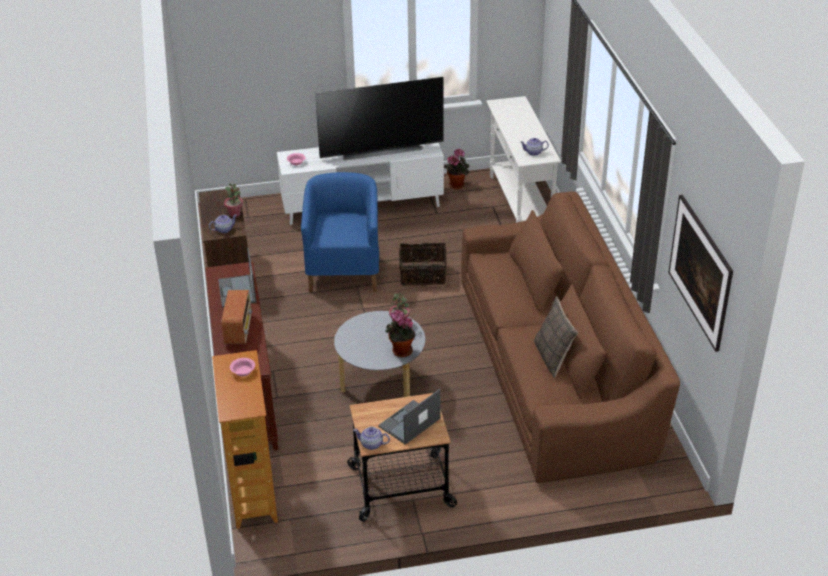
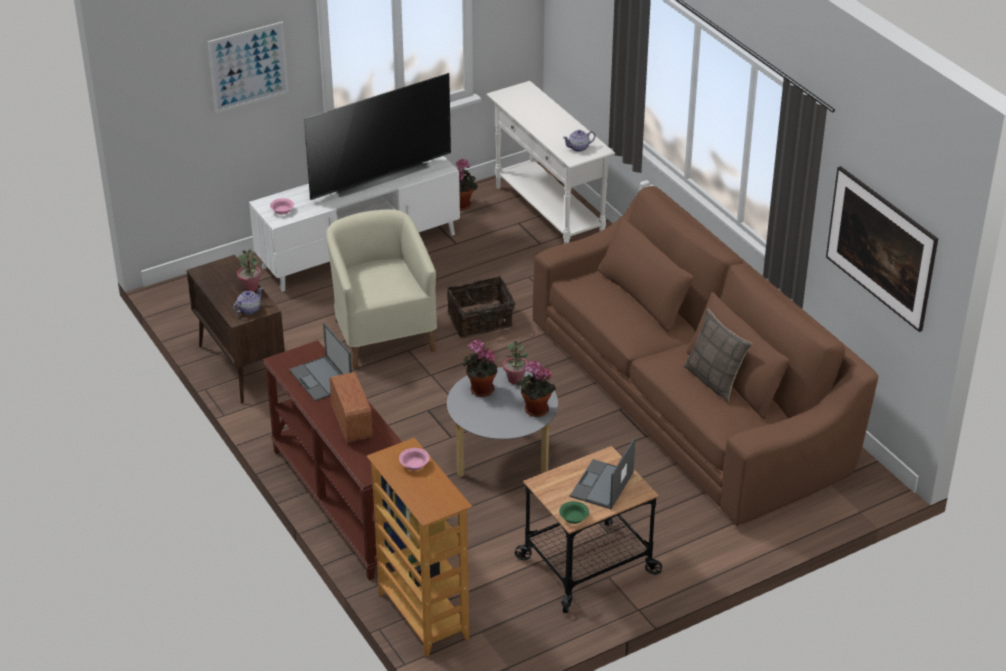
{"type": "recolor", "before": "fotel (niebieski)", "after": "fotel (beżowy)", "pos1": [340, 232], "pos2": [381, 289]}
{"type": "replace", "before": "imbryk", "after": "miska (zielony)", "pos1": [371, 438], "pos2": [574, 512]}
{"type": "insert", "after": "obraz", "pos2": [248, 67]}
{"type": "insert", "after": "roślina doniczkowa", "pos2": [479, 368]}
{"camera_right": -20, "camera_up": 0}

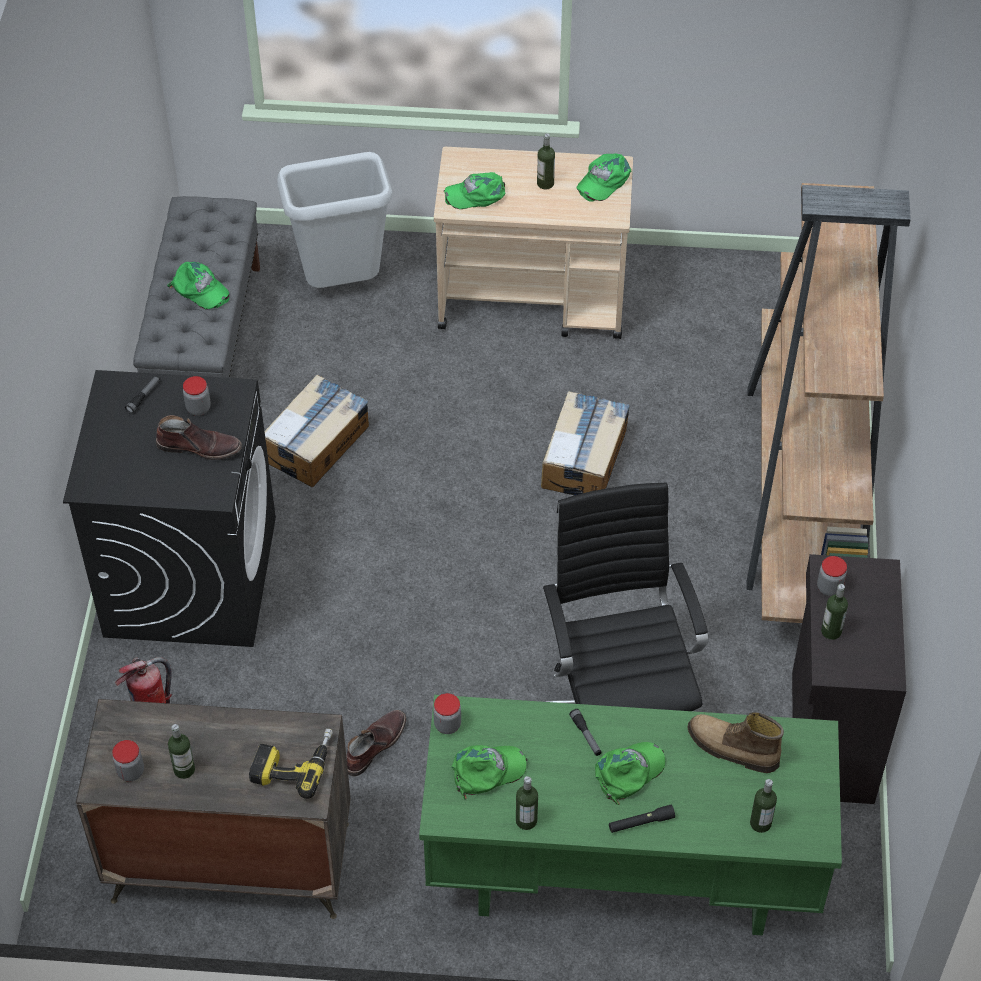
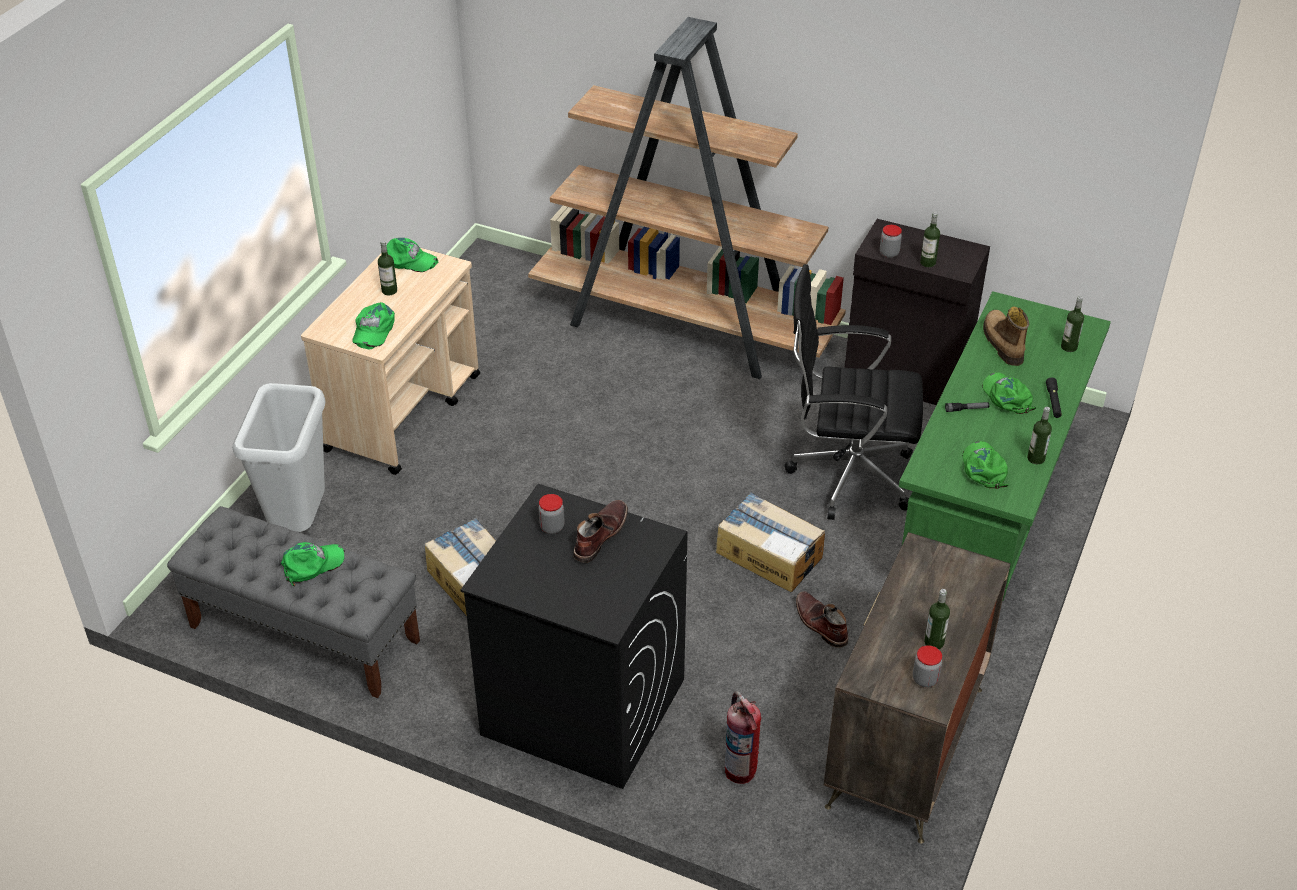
{"type": "rotate", "before": "czapka z daszkiem (zielony)", "pos1": [604, 178], "pos2": [412, 255], "turn": -45}
{"type": "delete", "before": "latarka", "pos1": [142, 395]}
{"type": "move", "before": "karton", "pos1": [585, 443], "pos2": [770, 542]}
{"type": "delete", "before": "słoik", "pos1": [447, 713]}
{"type": "rotate", "before": "but z cholewką", "pos1": [735, 742], "pos2": [1006, 336], "turn": 120}
{"type": "delete", "before": "wiertarka", "pos1": [291, 764]}
{"camera_right": -70, "camera_up": -10}

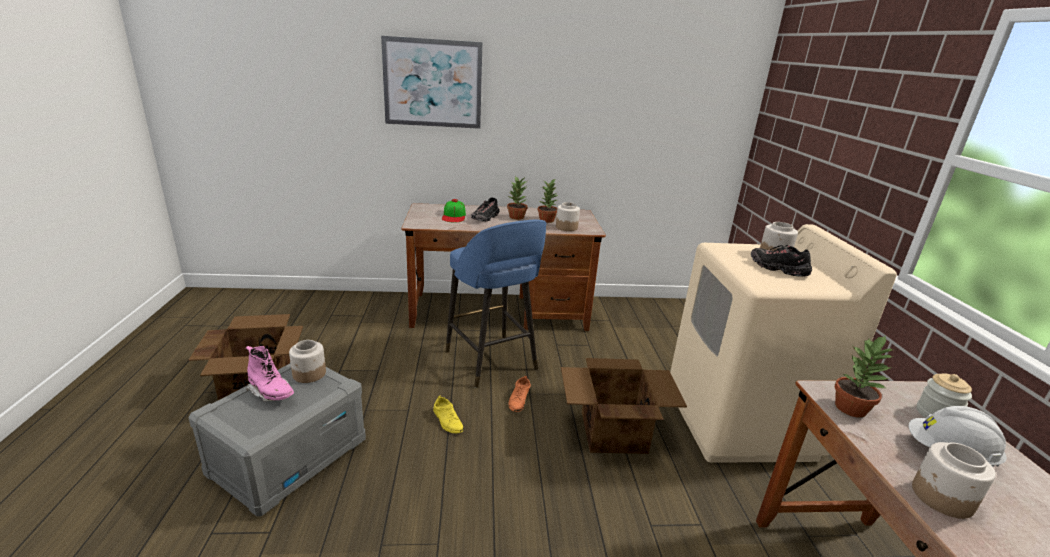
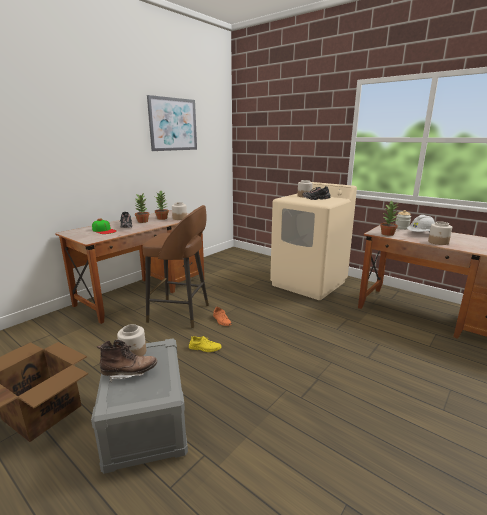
{"type": "move", "before": "obraz", "pos1": [431, 82], "pos2": [172, 123]}
{"type": "recolor", "before": "stołek (niebieski)", "after": "stołek (brązowy)", "pos1": [496, 304], "pos2": [176, 266]}
{"type": "recolor", "before": "but z cholewką (różowy)", "after": "but z cholewką (brązowy)", "pos1": [270, 373], "pos2": [127, 360]}
{"type": "delete", "before": "karton", "pos1": [624, 406]}
{"camera_right": -45, "camera_up": -5}

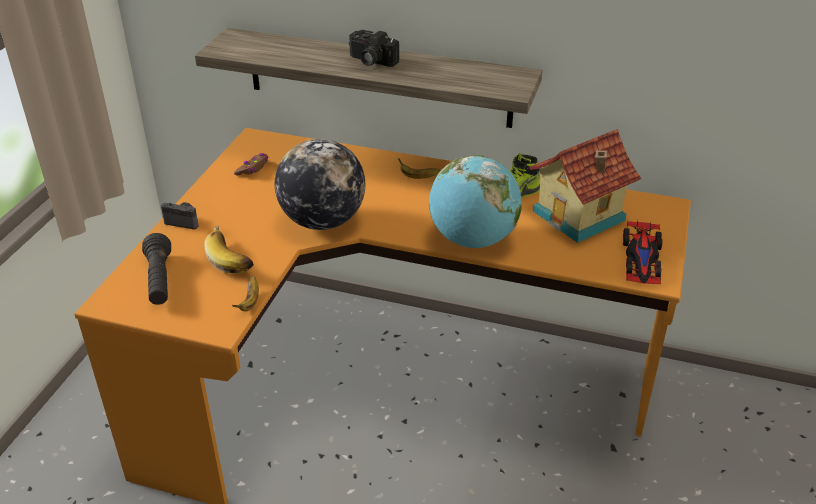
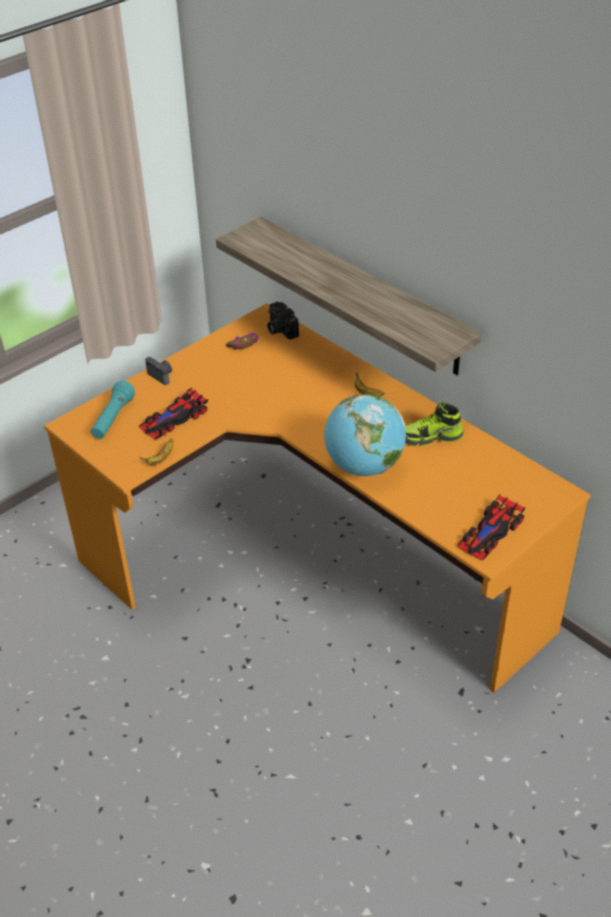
{"type": "move", "before": "aparat fotograficzny", "pos1": [373, 48], "pos2": [283, 321]}
{"type": "delete", "before": "domek", "pos1": [585, 186]}
{"type": "delete", "before": "globus", "pos1": [320, 184]}
{"type": "replace", "before": "banan", "after": "samochodzik", "pos1": [229, 249], "pos2": [173, 413]}
{"type": "recolor", "before": "latarka (czarny)", "after": "latarka (turkusowy)", "pos1": [156, 269], "pos2": [113, 410]}
{"camera_right": 30, "camera_up": 5}

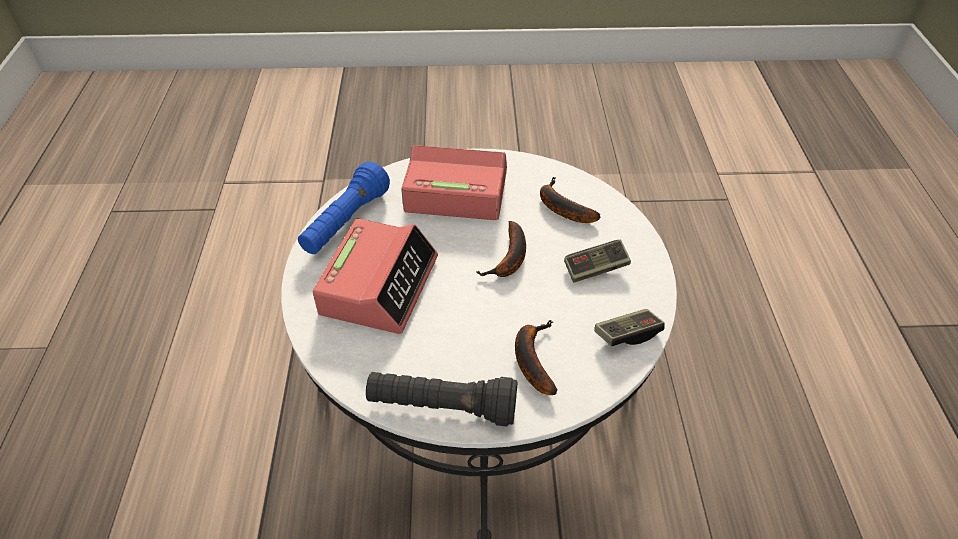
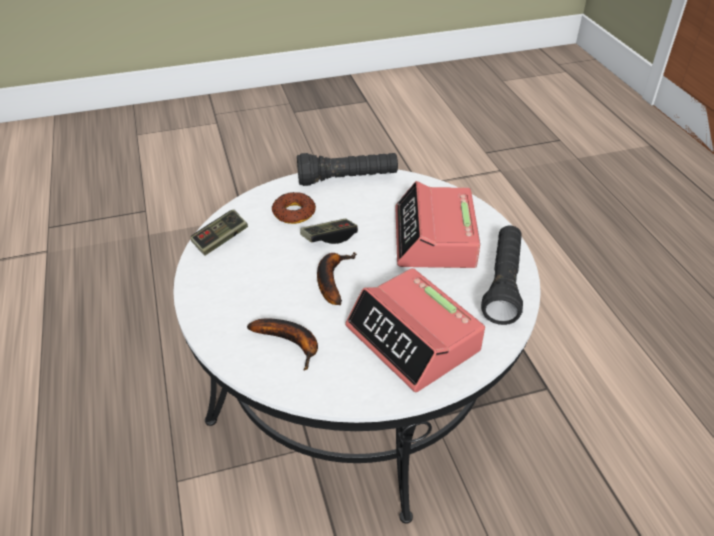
{"type": "rotate", "before": "budzik", "pos1": [454, 182], "pos2": [415, 330], "turn": 60}
{"type": "recolor", "before": "latarka (niebieski)", "after": "latarka (czarny)", "pos1": [344, 208], "pos2": [502, 275]}
{"type": "move", "before": "pad do gier", "pos1": [597, 261], "pos2": [329, 231]}
{"type": "replace", "before": "banan", "after": "donut", "pos1": [536, 357], "pos2": [294, 208]}
{"camera_right": 165, "camera_up": -5}

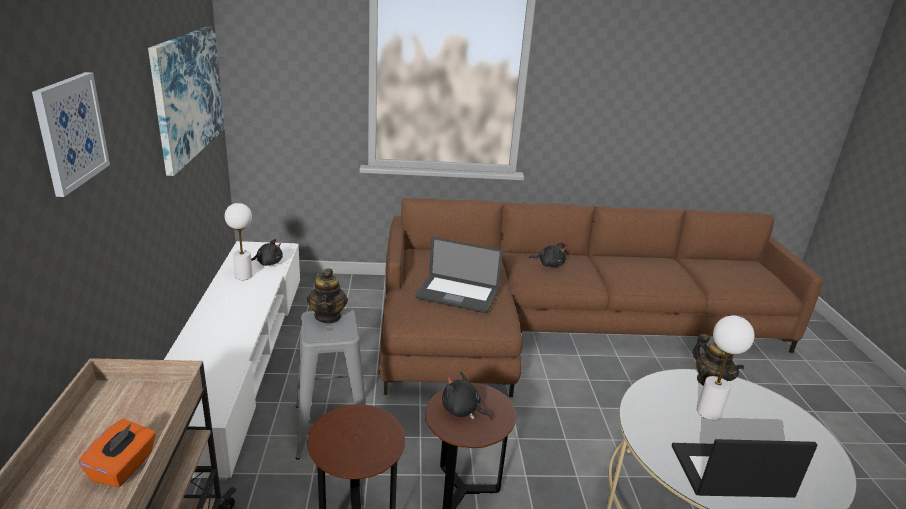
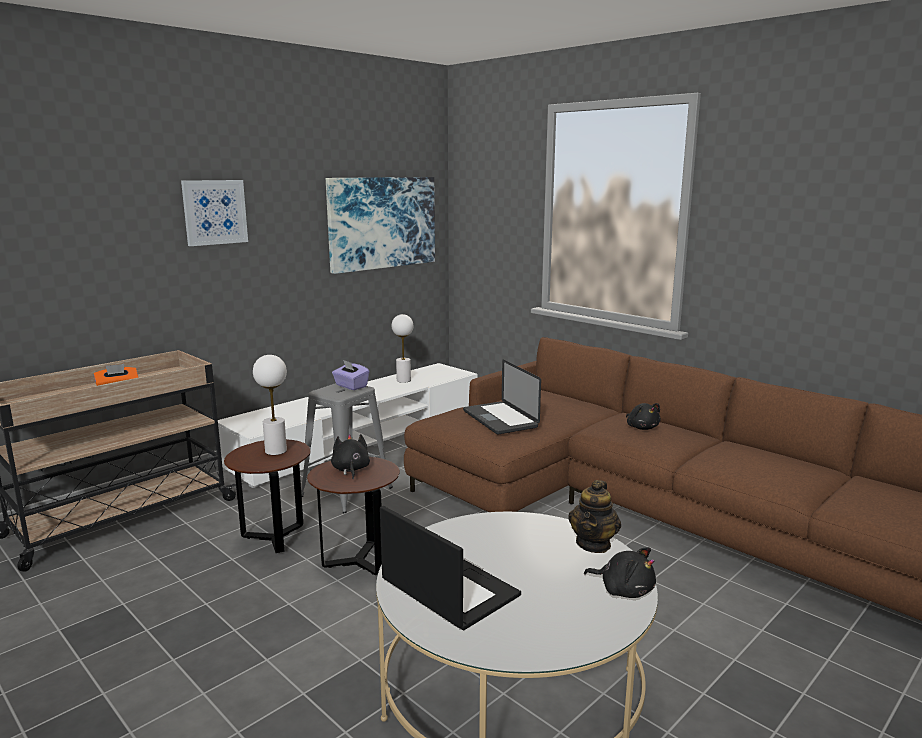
{"type": "move", "before": "pluszak (czarny)", "pos1": [267, 252], "pos2": [620, 572]}
{"type": "replace", "before": "imbryk", "after": "pudełko chusteczek (fioletowy)", "pos1": [327, 295], "pos2": [351, 375]}
{"type": "move", "before": "lampa stołowa (biały)", "pos1": [726, 368], "pos2": [270, 405]}
{"camera_right": 50, "camera_up": -10}

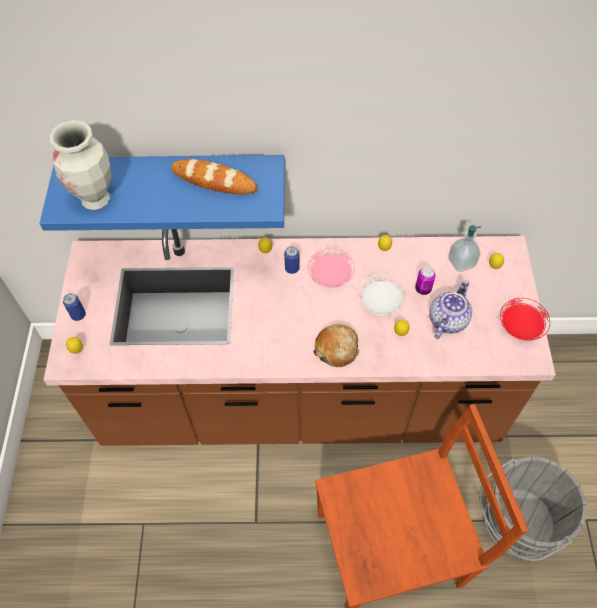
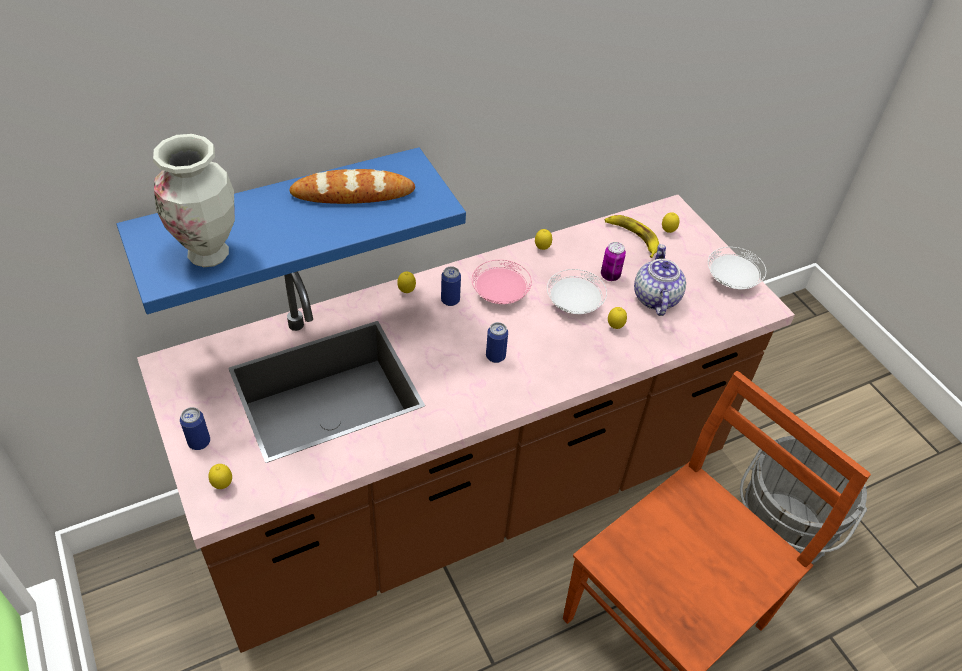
{"type": "replace", "before": "dozownik mydła", "after": "banan", "pos1": [464, 248], "pos2": [632, 236]}
{"type": "recolor", "before": "talerz (czerwony)", "after": "talerz (biały)", "pos1": [525, 319], "pos2": [737, 268]}
{"type": "delete", "before": "chleb", "pos1": [336, 345]}
{"type": "insert", "after": "puszka", "pos2": [497, 342]}
{"camera_right": -30, "camera_up": -10}

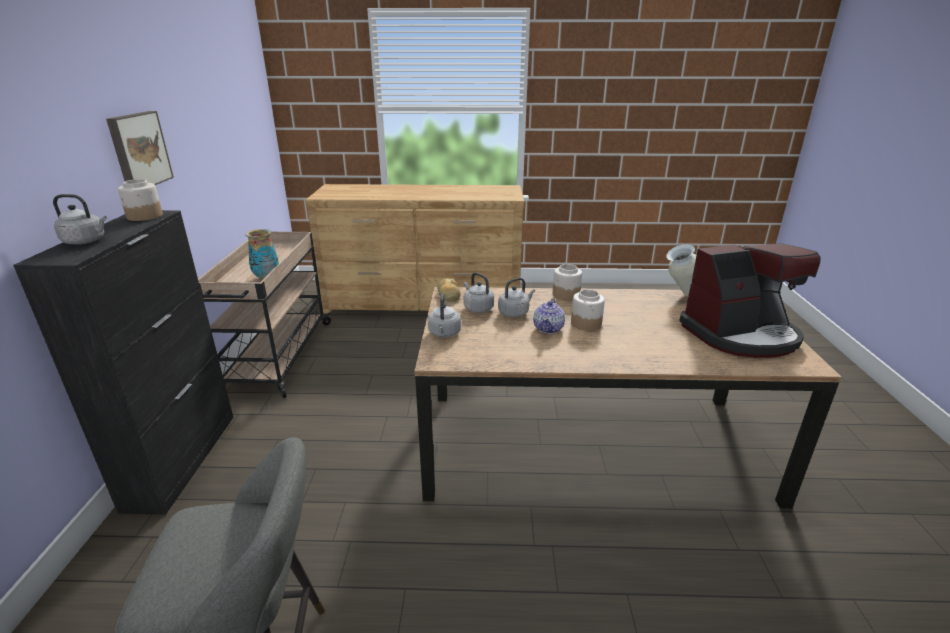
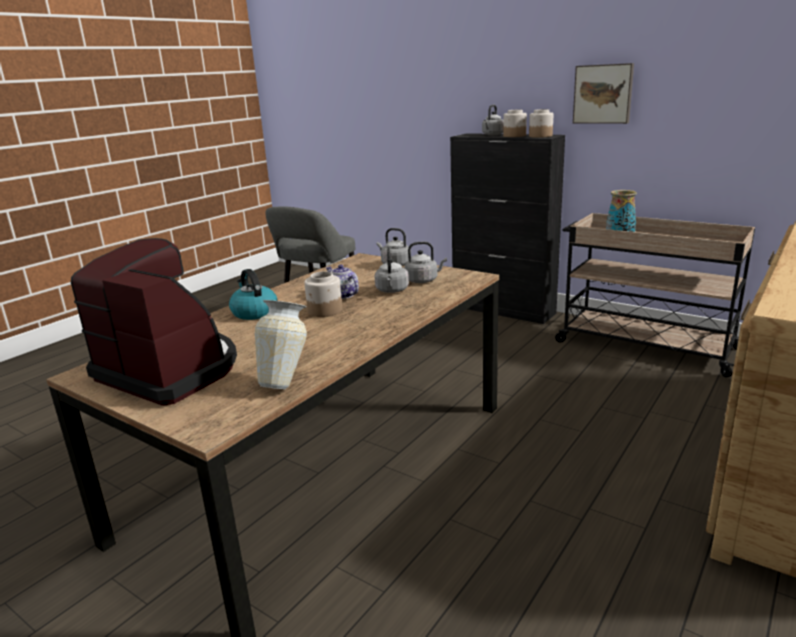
{"type": "rotate", "before": "ekspres do kawy", "pos1": [750, 301], "pos2": [154, 322], "turn": 105}
{"type": "move", "before": "słoik", "pos1": [567, 282], "pos2": [515, 123]}
{"type": "delete", "before": "chleb", "pos1": [449, 289]}
{"type": "insert", "after": "czajnik", "pos2": [253, 294]}
{"camera_right": 125, "camera_up": -5}

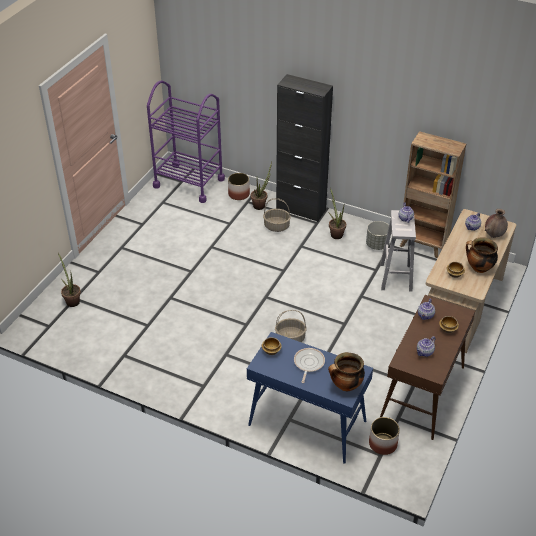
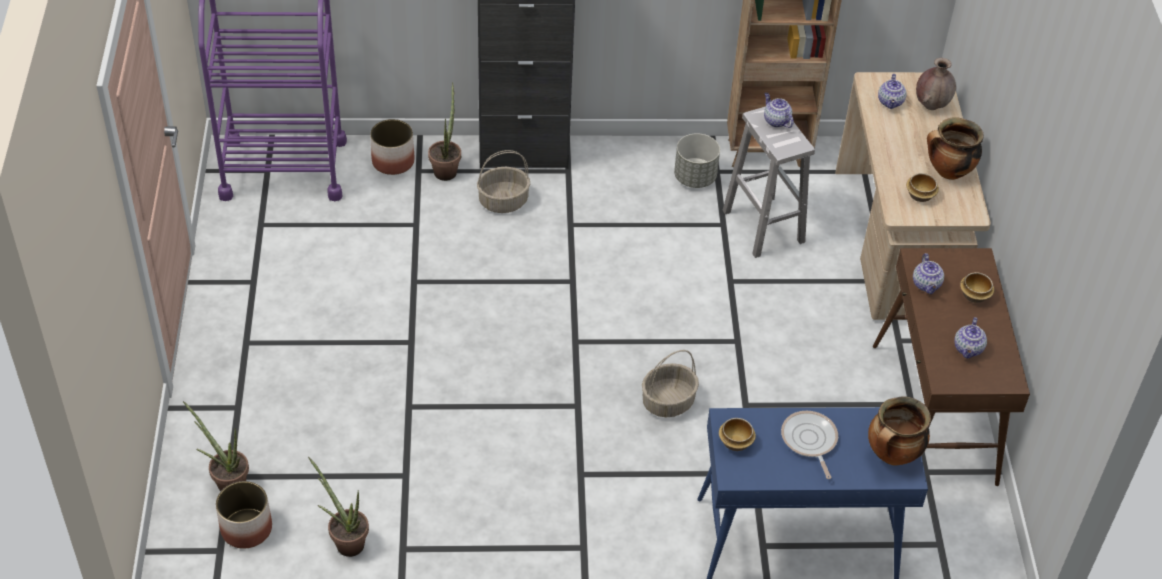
{"type": "move", "before": "roślina doniczkowa", "pos1": [337, 213], "pos2": [338, 507]}
{"type": "move", "before": "donica", "pos1": [384, 436], "pos2": [244, 514]}
{"camera_right": -30, "camera_up": 5}

